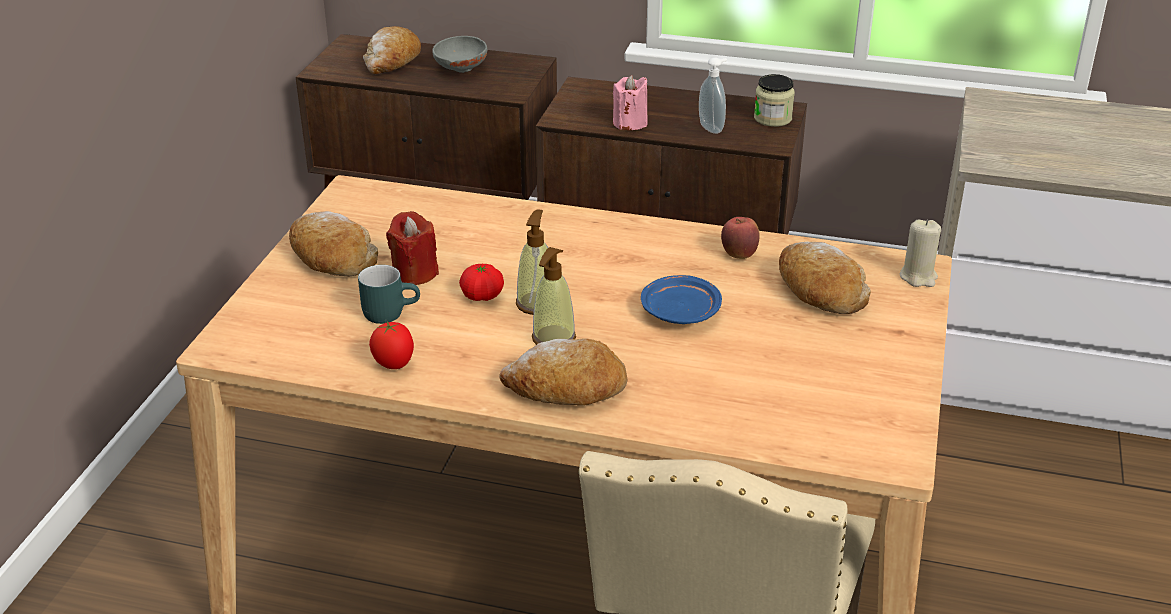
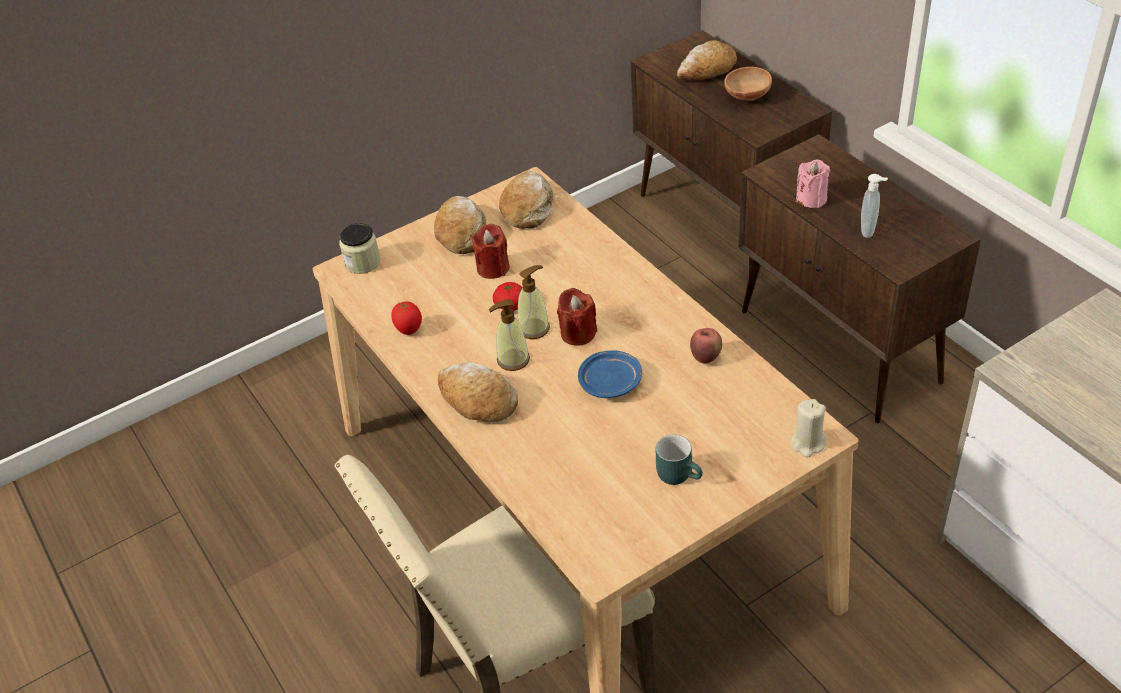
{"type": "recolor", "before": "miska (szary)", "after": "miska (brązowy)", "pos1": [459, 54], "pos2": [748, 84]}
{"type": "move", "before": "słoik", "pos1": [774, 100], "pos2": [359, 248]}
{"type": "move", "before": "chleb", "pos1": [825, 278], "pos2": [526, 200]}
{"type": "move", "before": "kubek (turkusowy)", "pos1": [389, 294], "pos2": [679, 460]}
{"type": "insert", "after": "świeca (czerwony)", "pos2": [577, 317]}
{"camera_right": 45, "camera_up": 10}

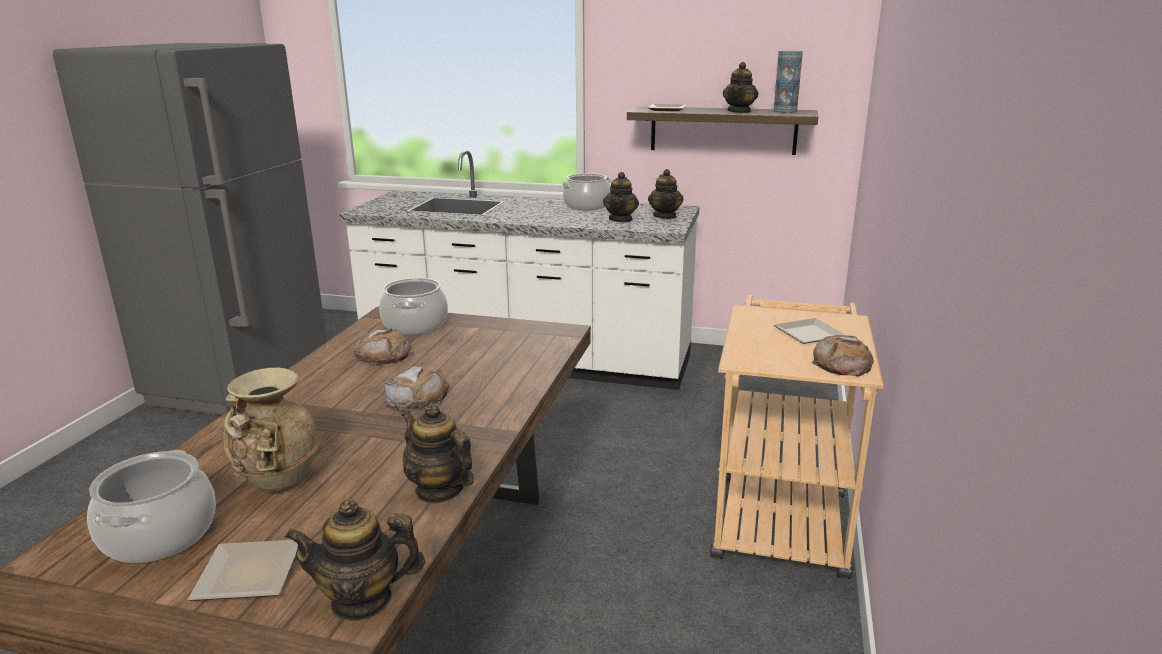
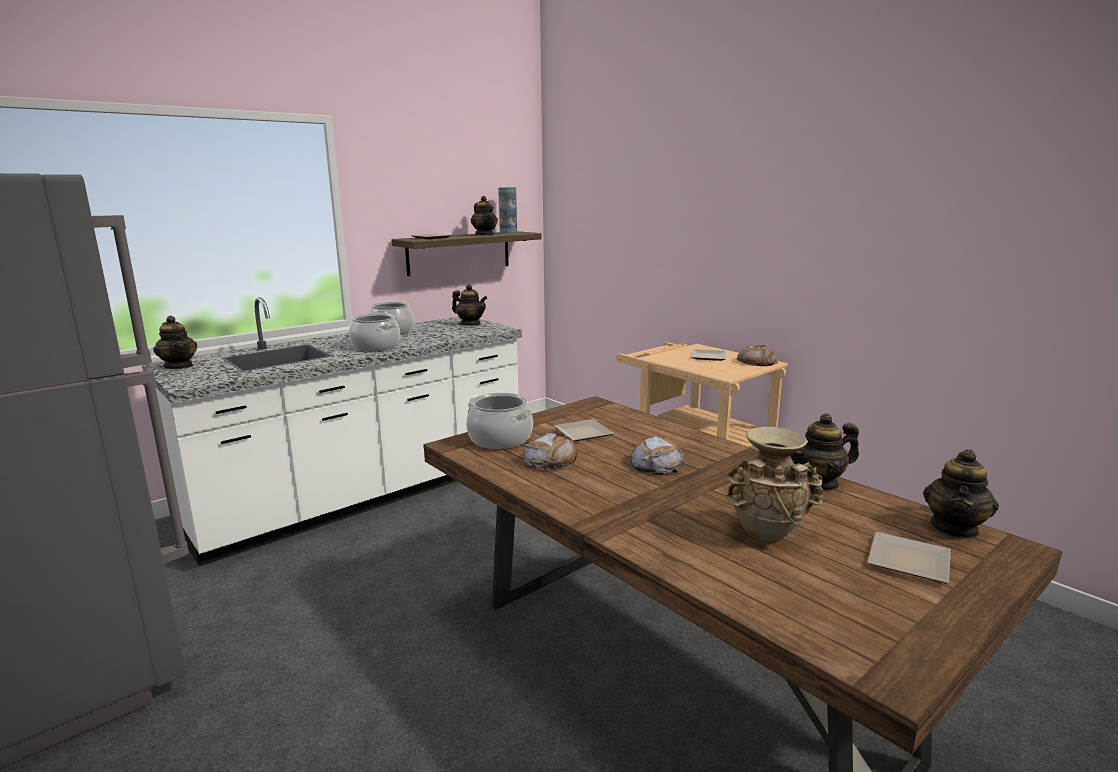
{"type": "move", "before": "imbryk", "pos1": [621, 197], "pos2": [175, 342]}
{"type": "move", "before": "garnek", "pos1": [151, 506], "pos2": [374, 332]}
{"type": "insert", "after": "talerz", "pos2": [584, 430]}
{"camera_right": -55, "camera_up": -5}

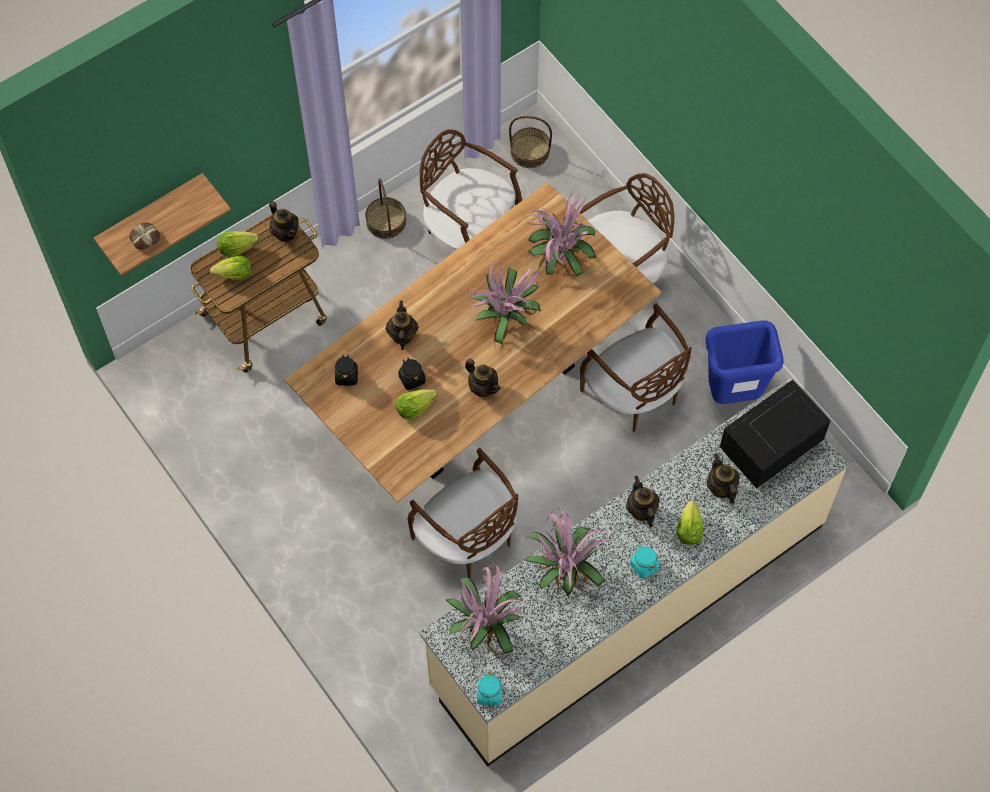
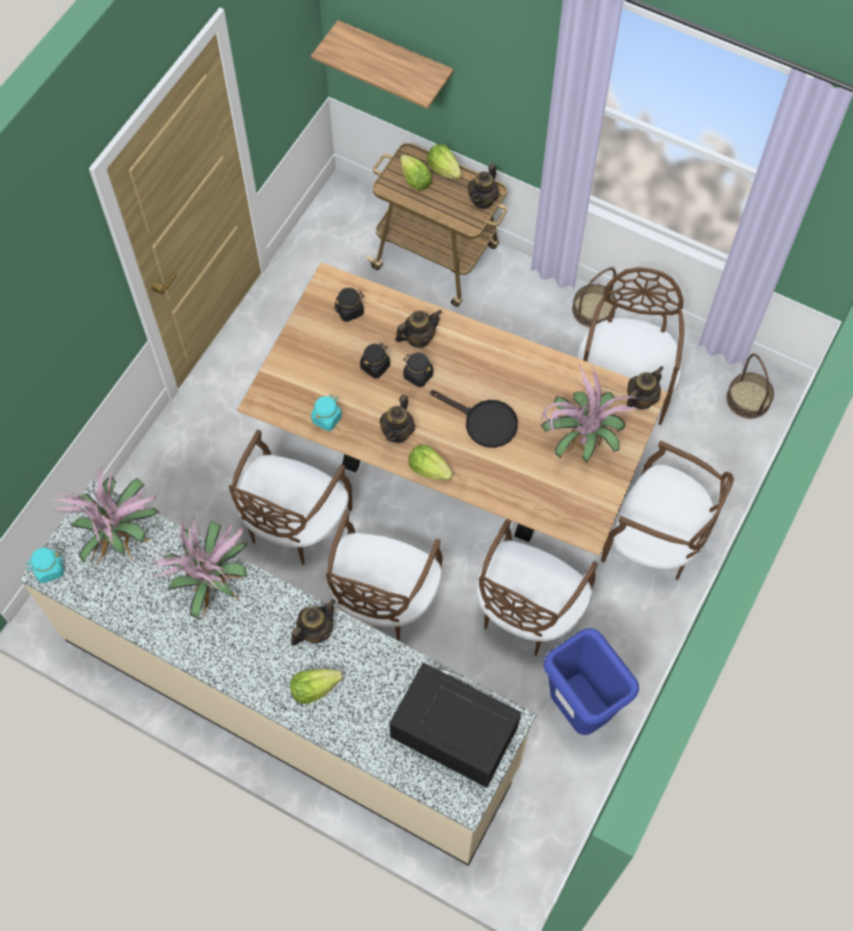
{"type": "delete", "before": "chleb", "pos1": [144, 236]}
{"type": "replace", "before": "roślina doniczkowa", "after": "patelnia (czarny)", "pos1": [504, 304], "pos2": [474, 419]}
{"type": "move", "before": "sałata", "pos1": [416, 404], "pos2": [431, 463]}
{"type": "move", "before": "imbryk", "pos1": [723, 478], "pos2": [645, 387]}
{"type": "move", "before": "słoik (turkusowy)", "pos1": [645, 562], "pos2": [326, 413]}
{"type": "insert", "after": "słoik (czarny)", "pos2": [418, 370]}
{"type": "insert", "after": "krzesło (brązowy)", "pos2": [384, 576]}
{"camera_right": 65, "camera_up": 0}

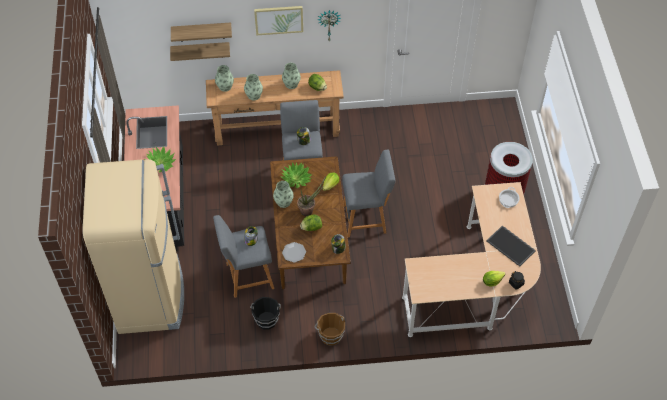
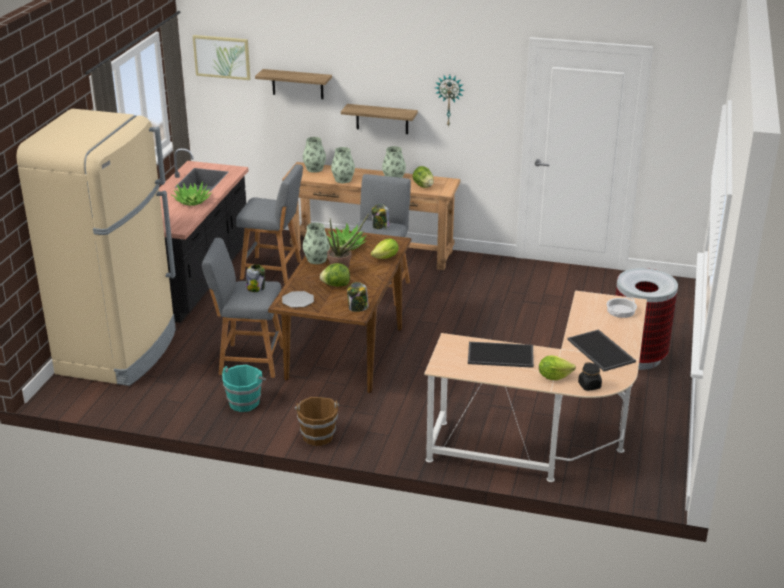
{"type": "move", "before": "obraz", "pos1": [278, 20], "pos2": [221, 57]}
{"type": "move", "before": "półka", "pos1": [200, 51], "pos2": [379, 119]}
{"type": "move", "before": "stołek (szary)", "pos1": [368, 193], "pos2": [269, 224]}
{"type": "recolor", "before": "wiadro (czarny)", "after": "wiadro (turkusowy)", "pos1": [265, 313], "pos2": [244, 388]}
{"type": "insert", "after": "taca", "pos2": [501, 355]}
{"camera_right": 20, "camera_up": -25}

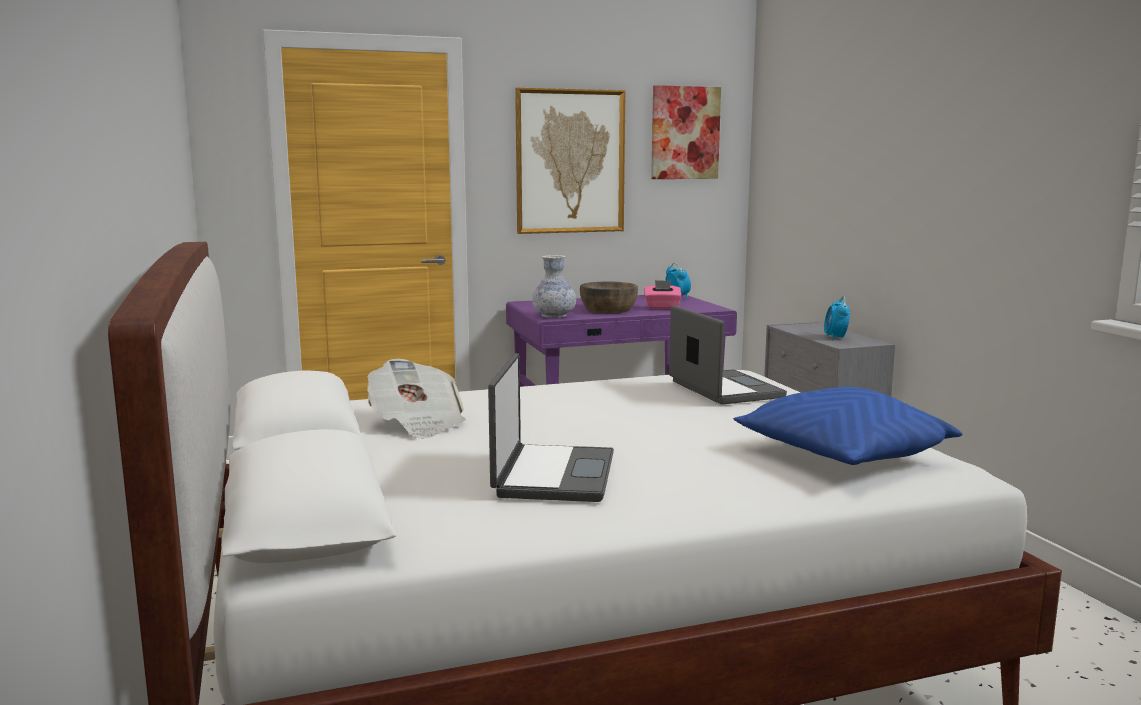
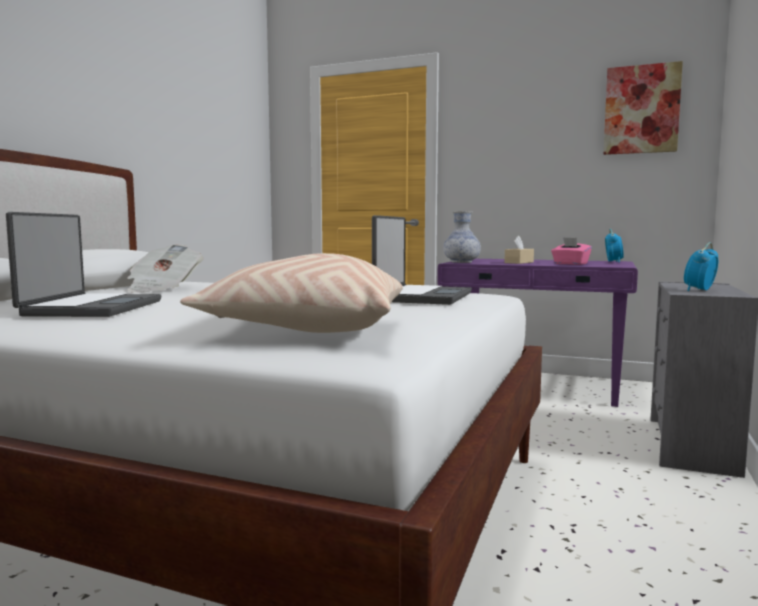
{"type": "delete", "before": "obraz", "pos1": [570, 161]}
{"type": "replace", "before": "miska (brązowy)", "after": "pudełko chusteczek (beżowy)", "pos1": [609, 297], "pos2": [519, 250]}
{"type": "rotate", "before": "laptop", "pos1": [551, 427], "pos2": [83, 264], "turn": -45}
{"type": "recolor", "before": "poduszka (niebieski)", "after": "poduszka (beżowy)", "pos1": [848, 426], "pos2": [291, 293]}
{"camera_right": 40, "camera_up": -5}

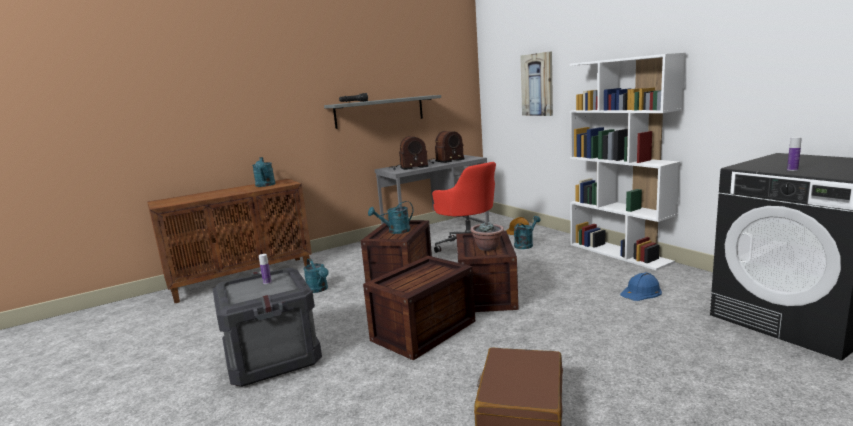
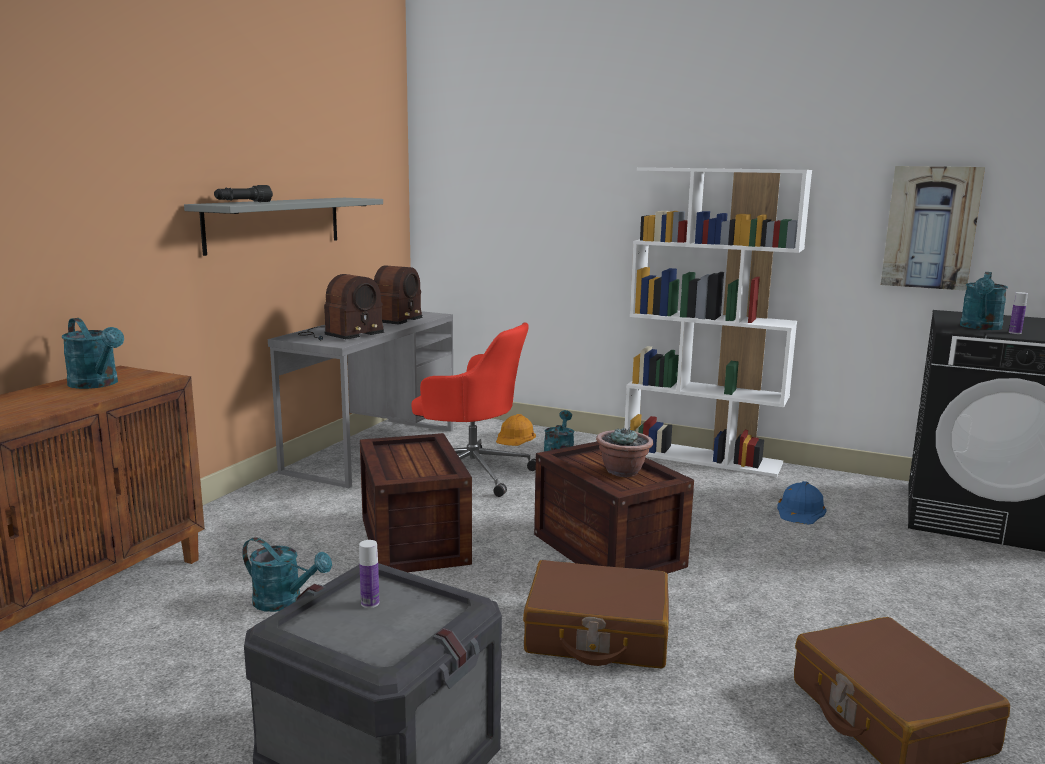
{"type": "move", "before": "obraz", "pos1": [536, 84], "pos2": [933, 228]}
{"type": "move", "before": "konewka (turkusowy)", "pos1": [390, 217], "pos2": [984, 301]}
{"type": "replace", "before": "skrzynka", "after": "walizka (brązowy)", "pos1": [419, 308], "pos2": [596, 614]}
{"camera_right": -35, "camera_up": 0}

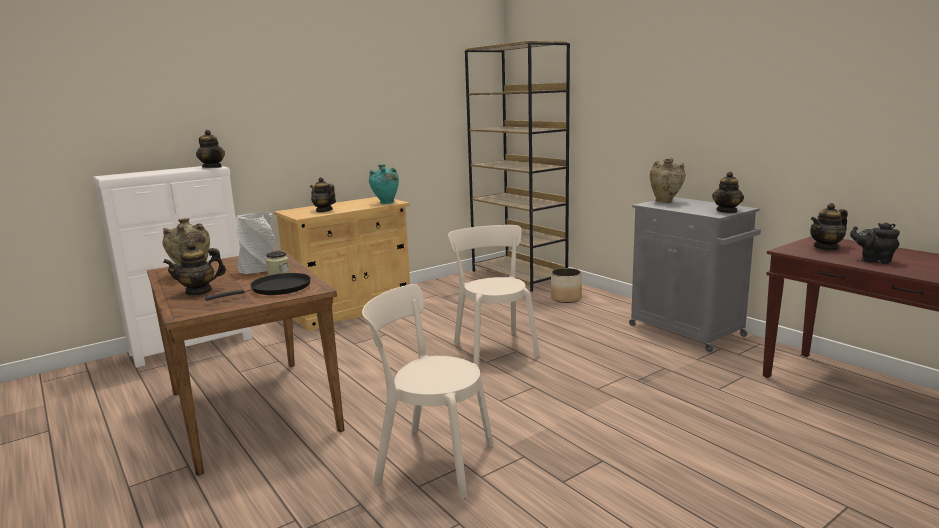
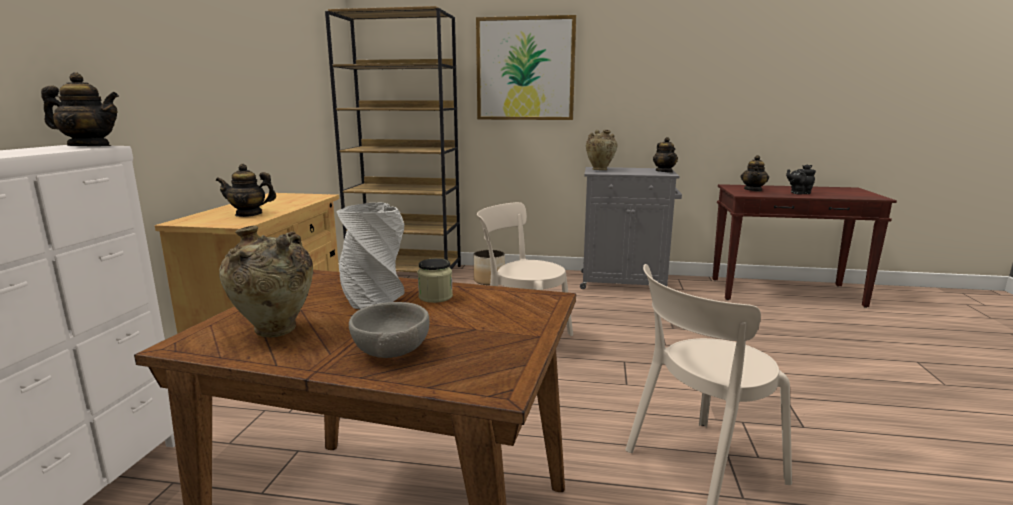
{"type": "delete", "before": "wazon (turkusowy)", "pos1": [384, 184]}
{"type": "replace", "before": "imbryk", "after": "miska (szary)", "pos1": [194, 269], "pos2": [389, 330]}
{"type": "delete", "before": "patelnia (czarny)", "pos1": [258, 287]}
{"type": "insert", "after": "obraz", "pos2": [526, 67]}
{"camera_right": -45, "camera_up": 0}

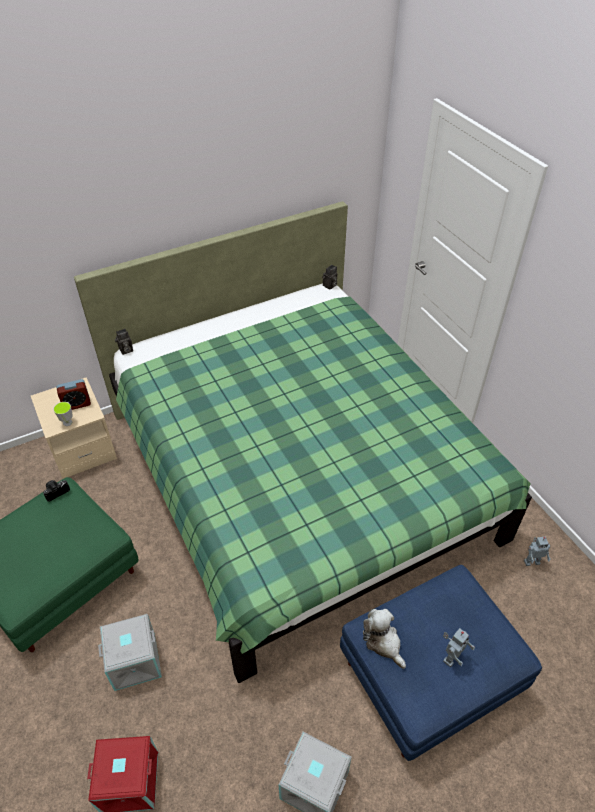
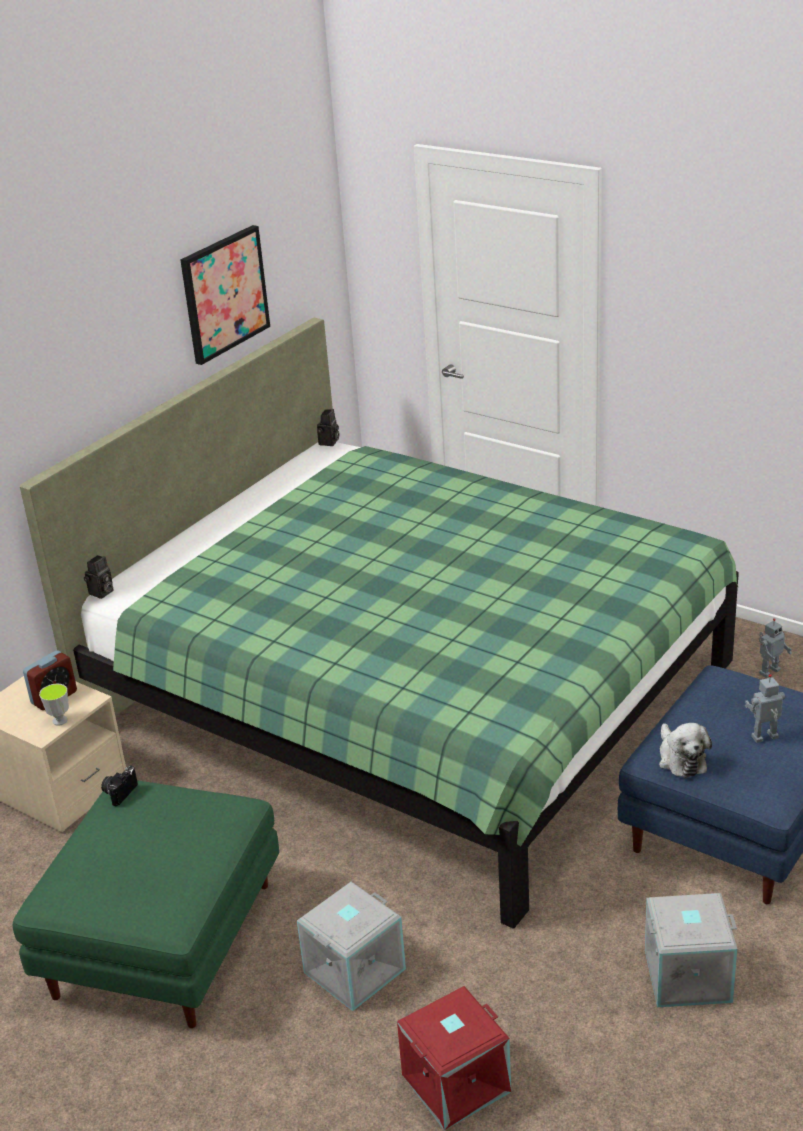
{"type": "rotate", "before": "pluszak", "pos1": [384, 639], "pos2": [685, 750], "turn": -135}
{"type": "rotate", "before": "robot zabawkowy", "pos1": [459, 647], "pos2": [765, 708], "turn": -120}
{"type": "insert", "after": "obraz", "pos2": [225, 295]}
{"camera_right": -25, "camera_up": -15}

